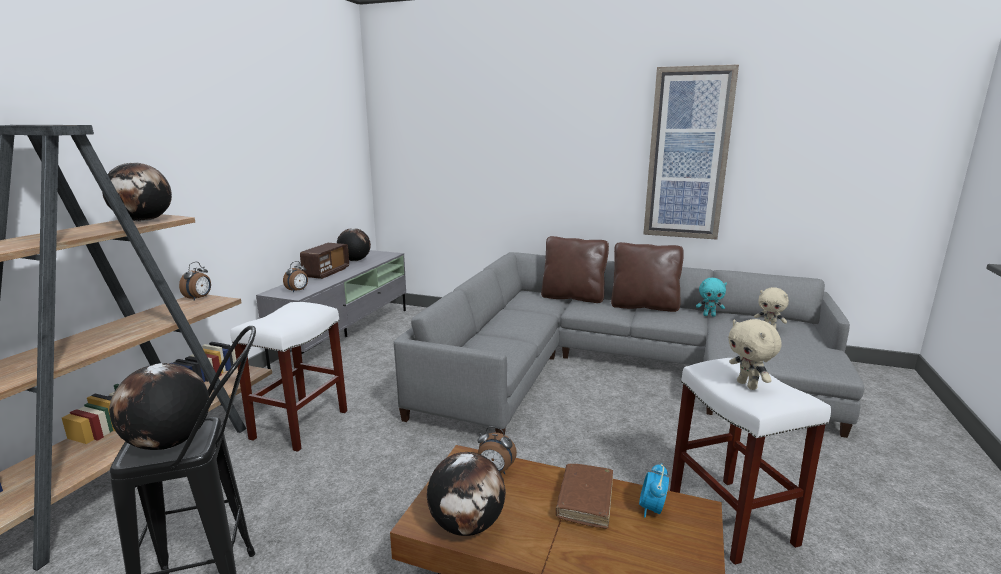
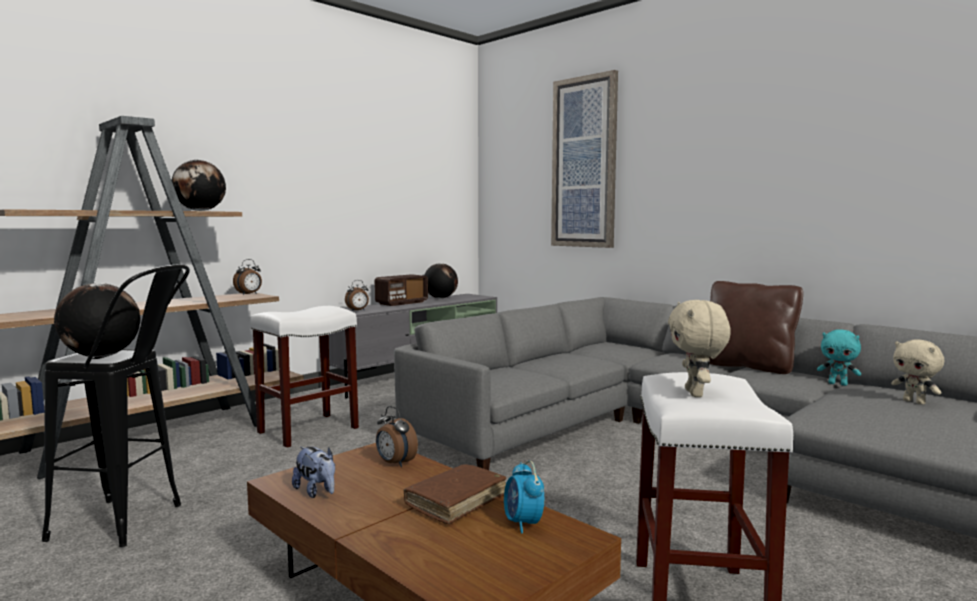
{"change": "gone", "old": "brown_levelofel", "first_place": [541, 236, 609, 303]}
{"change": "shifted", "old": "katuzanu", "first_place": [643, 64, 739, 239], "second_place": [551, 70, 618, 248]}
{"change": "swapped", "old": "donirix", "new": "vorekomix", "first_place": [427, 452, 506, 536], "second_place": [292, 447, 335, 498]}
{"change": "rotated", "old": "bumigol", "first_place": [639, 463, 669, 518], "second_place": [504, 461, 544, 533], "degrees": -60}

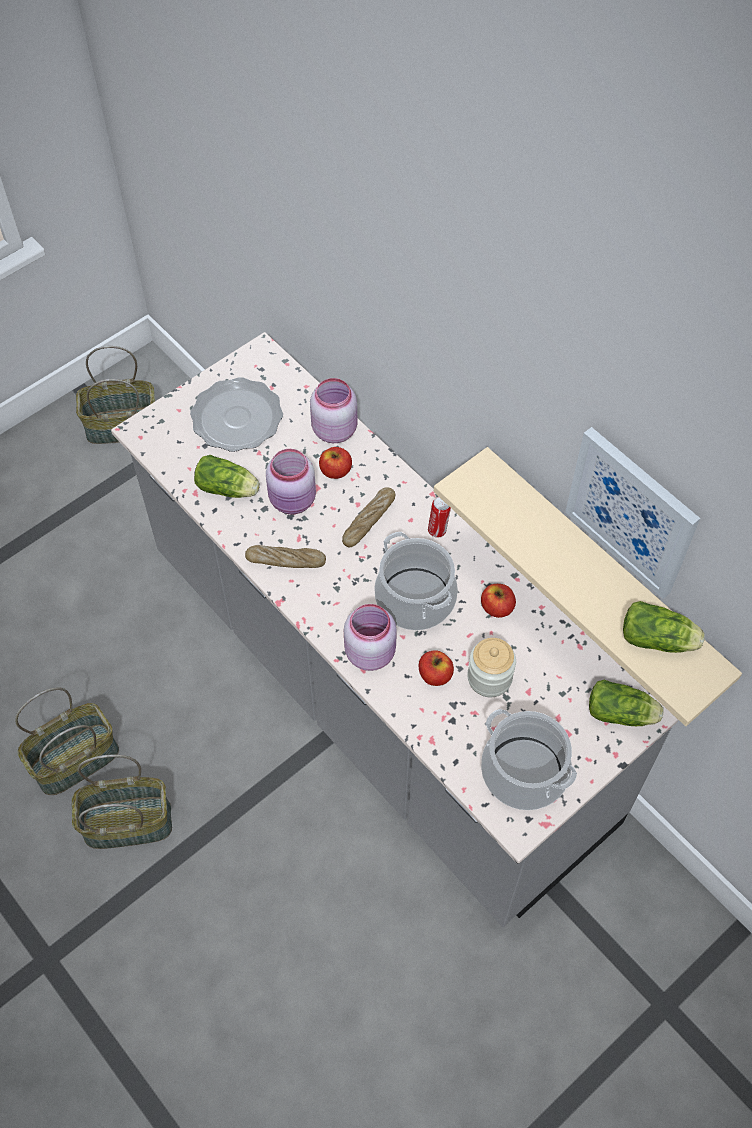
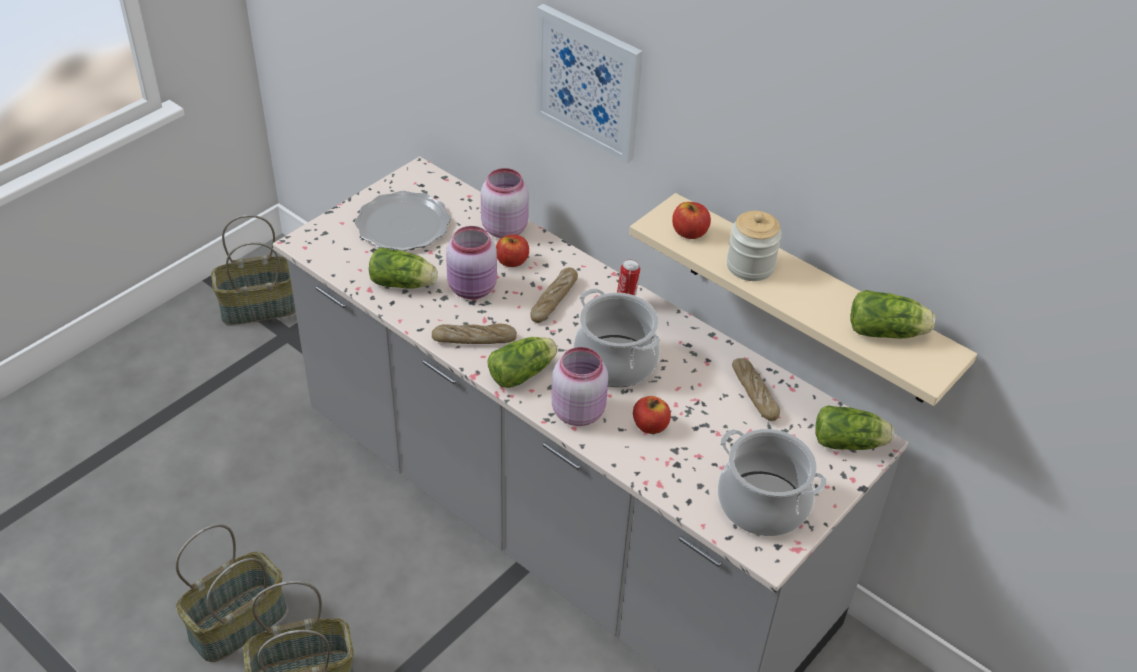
{"change": "new", "new": "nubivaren", "second_place": [487, 337, 558, 388]}
{"change": "new", "new": "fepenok", "second_place": [732, 358, 780, 421]}
{"change": "shifted", "old": "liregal", "first_place": [467, 638, 516, 697], "second_place": [727, 211, 782, 281]}
{"change": "shifted", "old": "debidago", "first_place": [481, 584, 516, 618], "second_place": [672, 202, 711, 239]}
{"change": "shifted", "old": "katuzanu", "first_place": [565, 427, 700, 599], "second_place": [535, 4, 643, 164]}

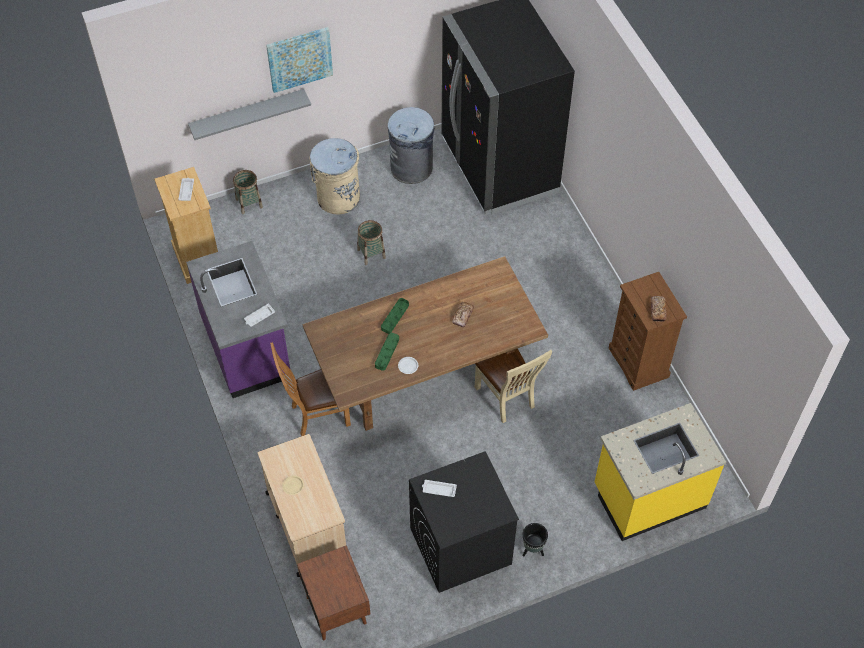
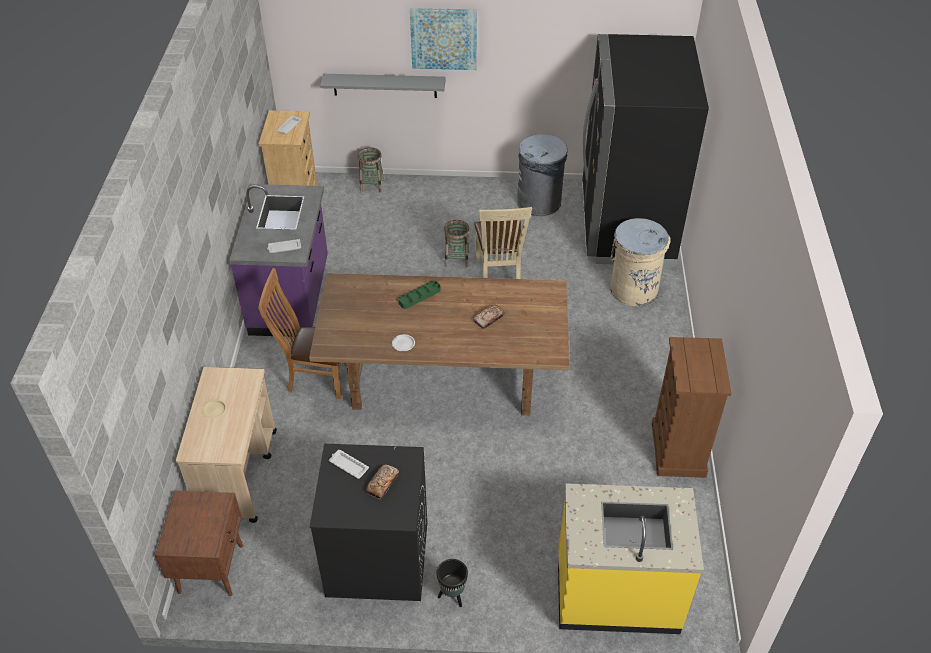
{"change": "gone", "old": "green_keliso", "first_place": [375, 333, 399, 371]}
{"change": "shifted", "old": "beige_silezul", "first_place": [310, 138, 360, 214], "second_place": [610, 218, 671, 306]}
{"change": "shifted", "old": "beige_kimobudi", "first_place": [475, 348, 553, 423], "second_place": [474, 207, 532, 279]}
{"change": "shifted", "old": "fepenok", "first_place": [651, 296, 667, 322], "second_place": [366, 464, 399, 500]}

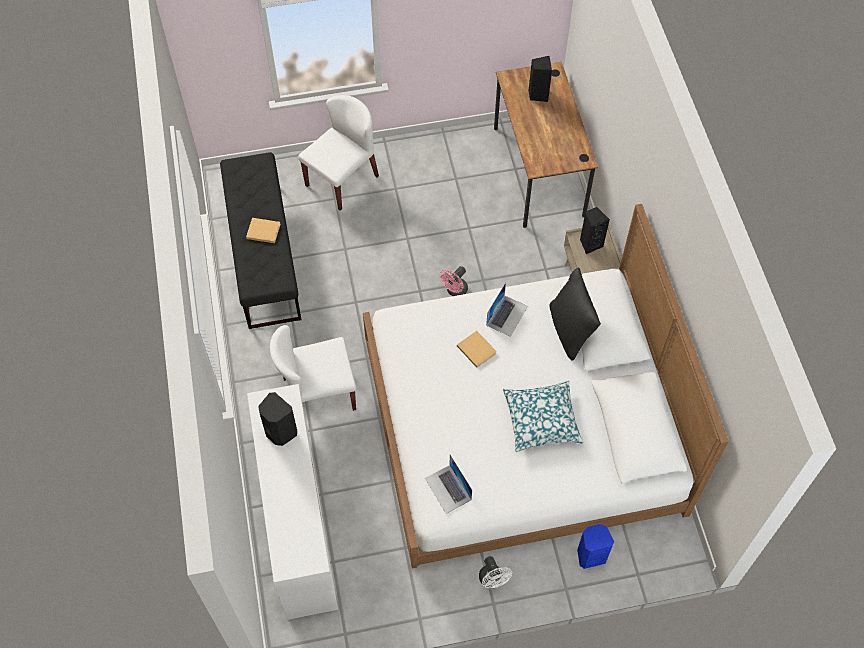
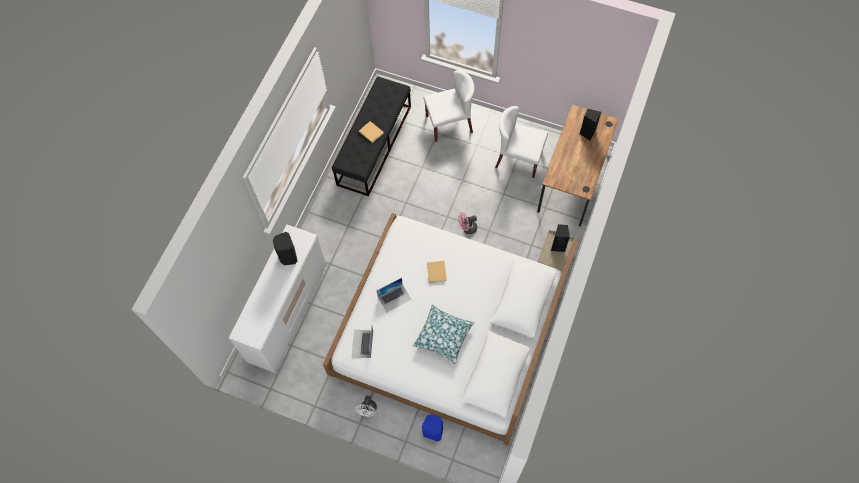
{"change": "gone", "old": "black_levelofel", "first_place": [549, 268, 601, 360]}
{"change": "shifted", "old": "white_kimobudi", "first_place": [270, 325, 356, 411], "second_place": [495, 106, 548, 178]}
{"change": "shifted", "old": "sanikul", "first_place": [486, 282, 528, 337], "second_place": [376, 278, 411, 313]}

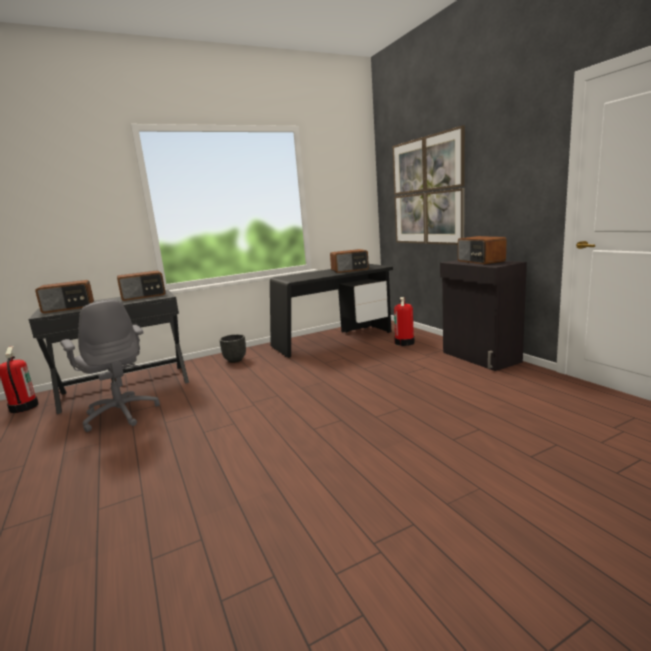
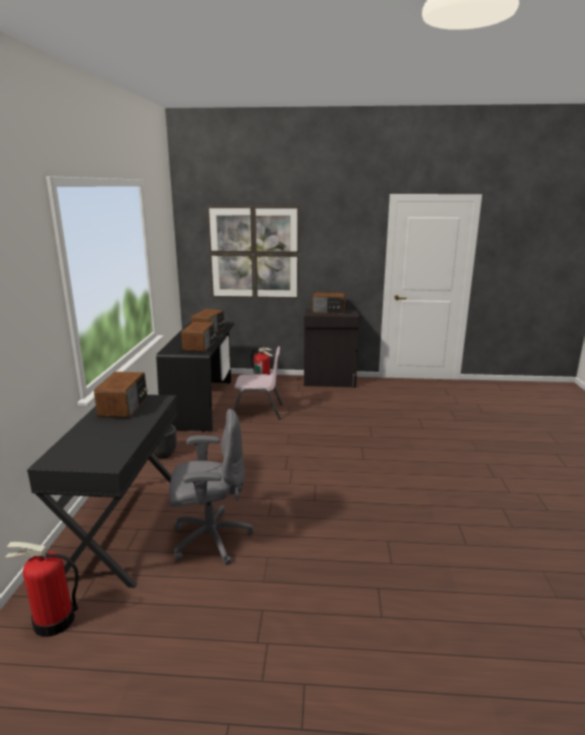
{"change": "new", "new": "pink_kimobudi", "second_place": [234, 346, 282, 420]}
{"change": "shifted", "old": "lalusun", "first_place": [35, 280, 94, 313], "second_place": [181, 322, 216, 352]}

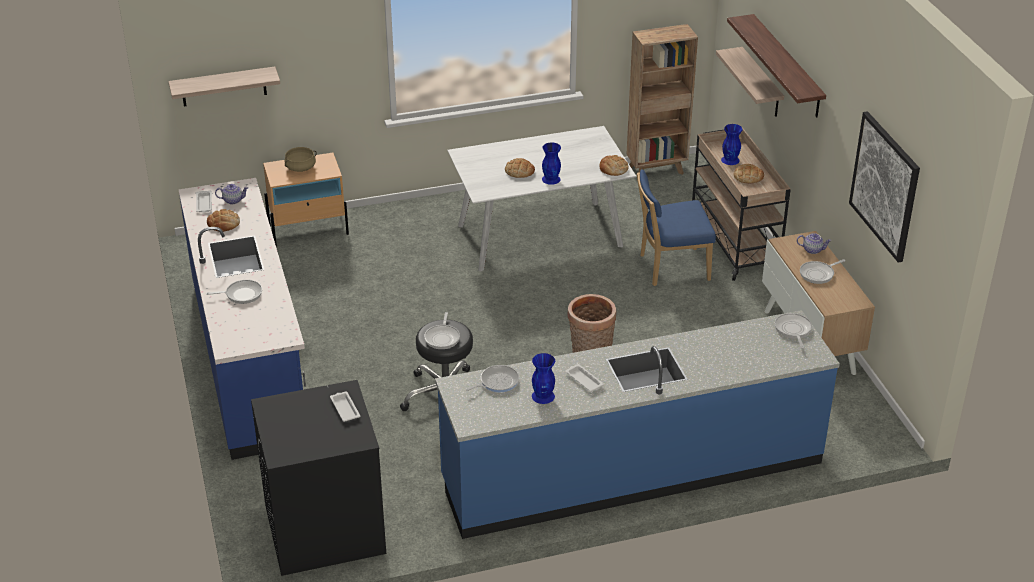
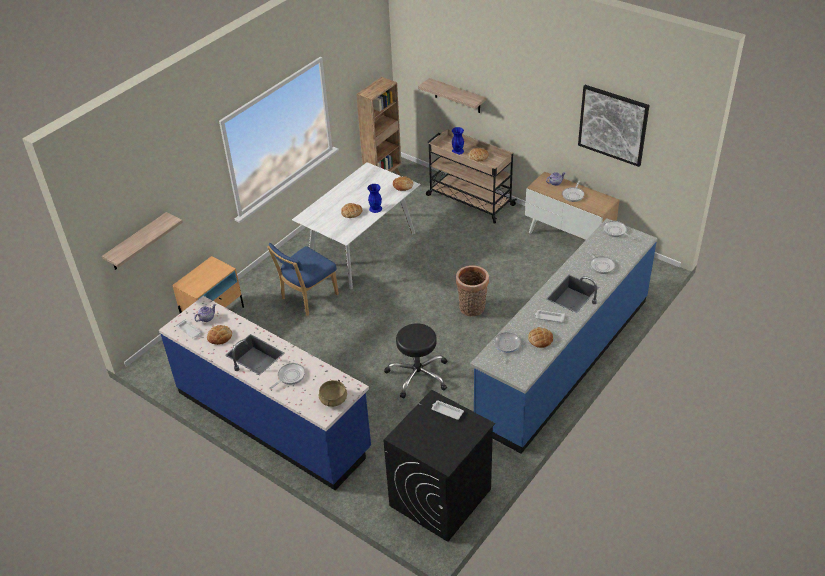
{"change": "gone", "old": "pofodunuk", "first_place": [727, 14, 826, 117]}
{"change": "shifted", "old": "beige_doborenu", "first_place": [285, 147, 317, 172], "second_place": [319, 380, 347, 407]}
{"change": "shifted", "old": "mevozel", "first_place": [424, 312, 460, 349], "second_place": [586, 250, 615, 274]}
{"change": "shifted", "old": "blue_kimobudi", "first_place": [637, 169, 716, 286], "second_place": [267, 243, 339, 316]}
{"change": "swapped", "old": "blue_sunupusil", "new": "fepenok", "first_place": [532, 353, 555, 404], "second_place": [528, 327, 553, 348]}

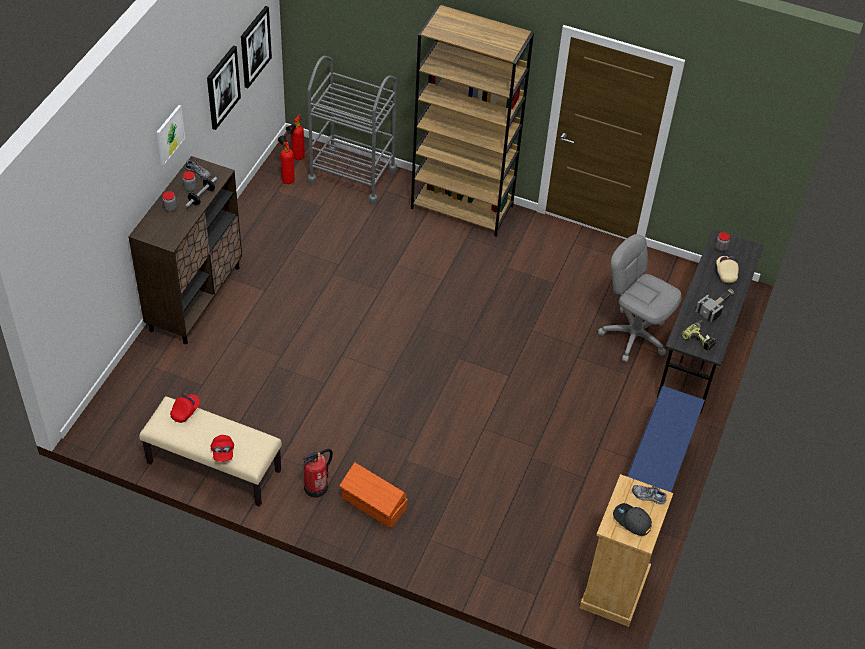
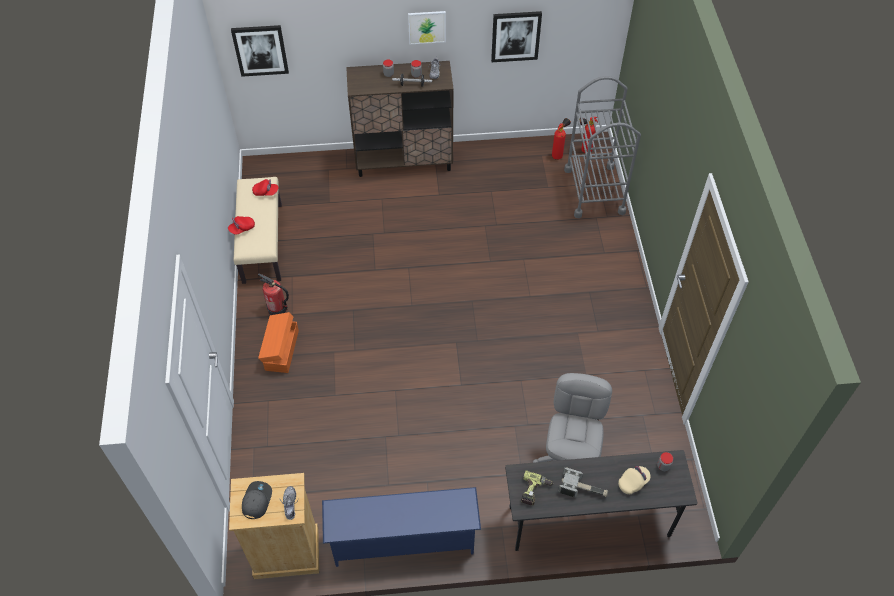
{"change": "gone", "old": "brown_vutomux", "first_place": [411, 5, 534, 237]}
{"change": "shifted", "old": "katuzanu", "first_place": [241, 6, 272, 88], "second_place": [231, 25, 289, 77]}

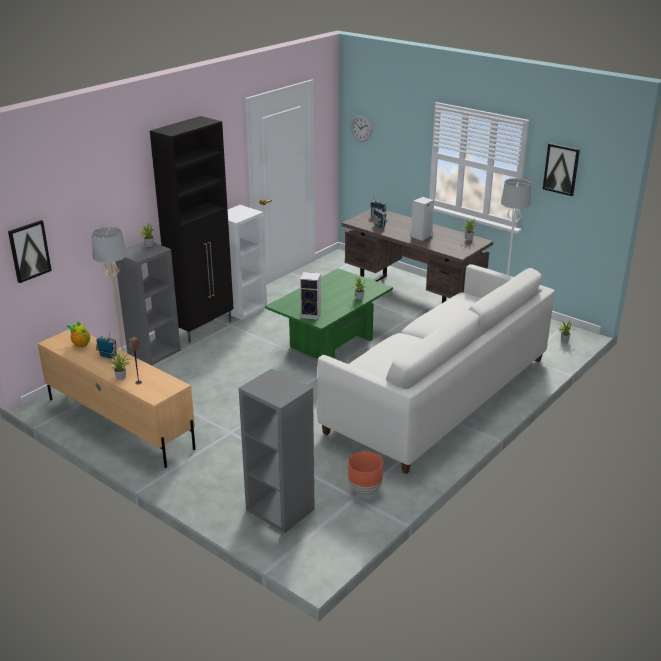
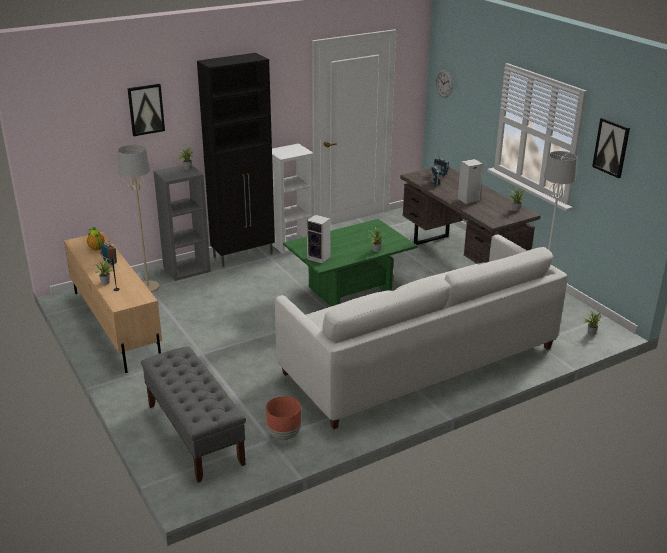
{"change": "shifted", "old": "katuzanu", "first_place": [8, 220, 52, 283], "second_place": [127, 84, 165, 136]}
{"change": "swapped", "old": "grey_vutomux", "new": "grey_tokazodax", "first_place": [239, 369, 314, 533], "second_place": [141, 346, 246, 483]}

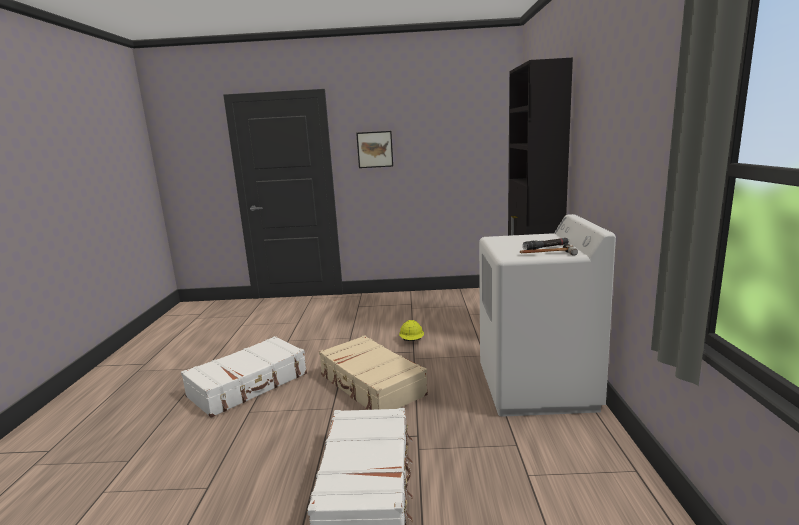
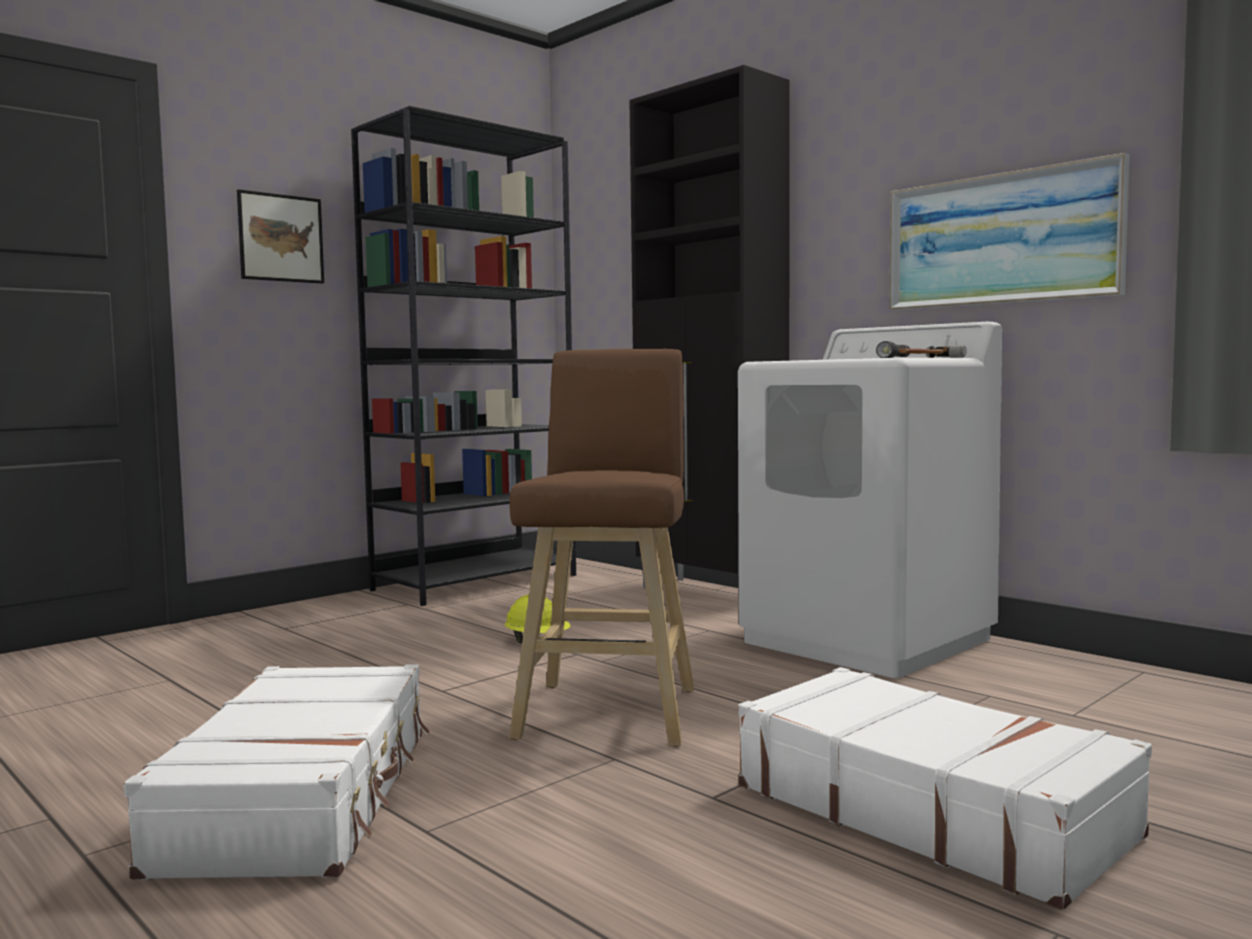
{"change": "new", "new": "black_vutomux", "second_place": [351, 106, 576, 606]}
{"change": "new", "new": "katuzanu", "second_place": [889, 153, 1130, 311]}
{"change": "swapped", "old": "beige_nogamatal", "new": "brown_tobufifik", "first_place": [319, 335, 428, 410], "second_place": [509, 349, 694, 747]}

